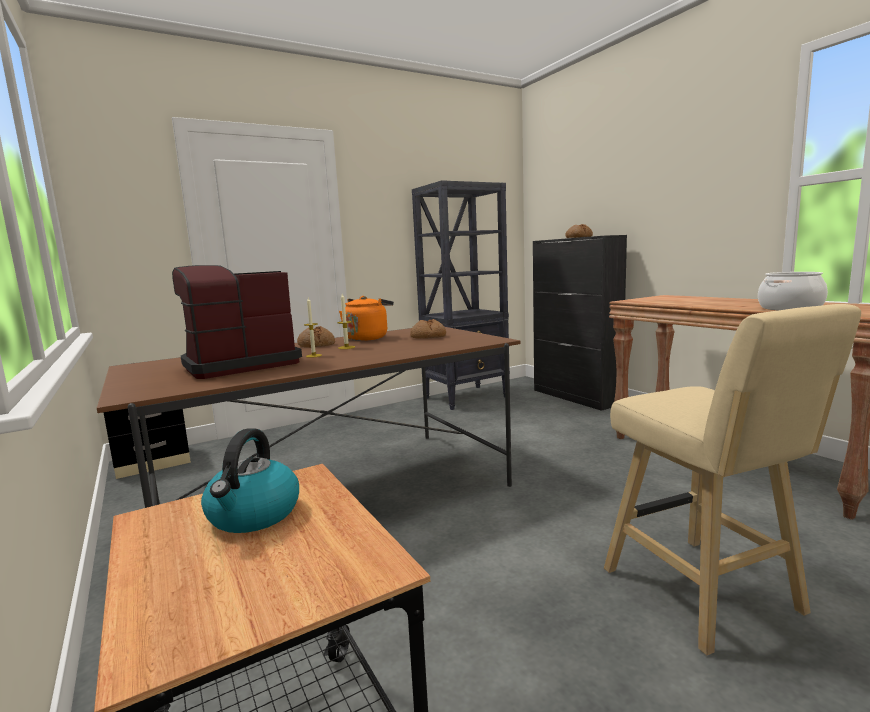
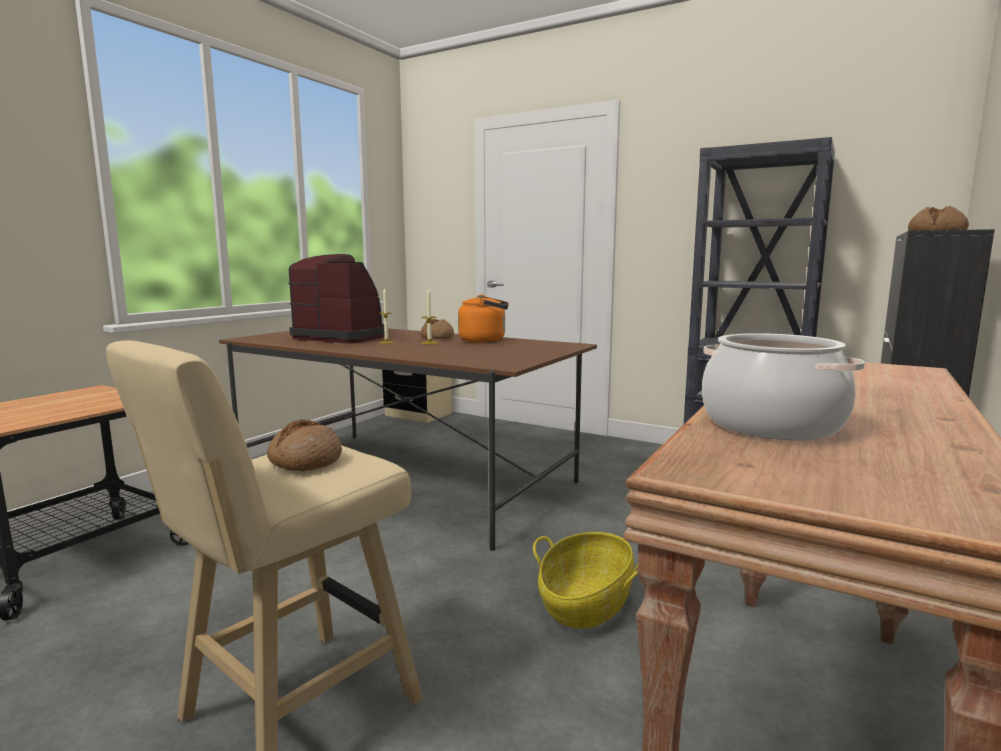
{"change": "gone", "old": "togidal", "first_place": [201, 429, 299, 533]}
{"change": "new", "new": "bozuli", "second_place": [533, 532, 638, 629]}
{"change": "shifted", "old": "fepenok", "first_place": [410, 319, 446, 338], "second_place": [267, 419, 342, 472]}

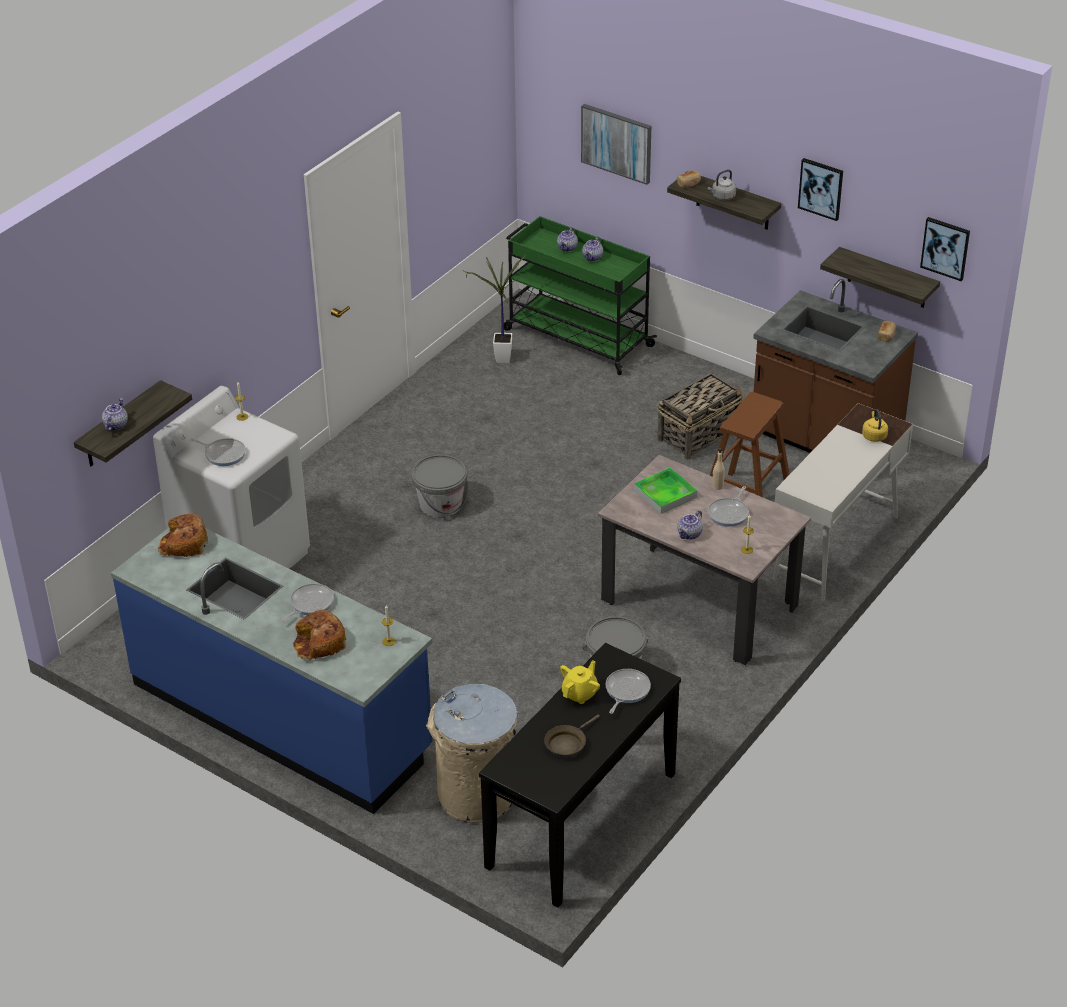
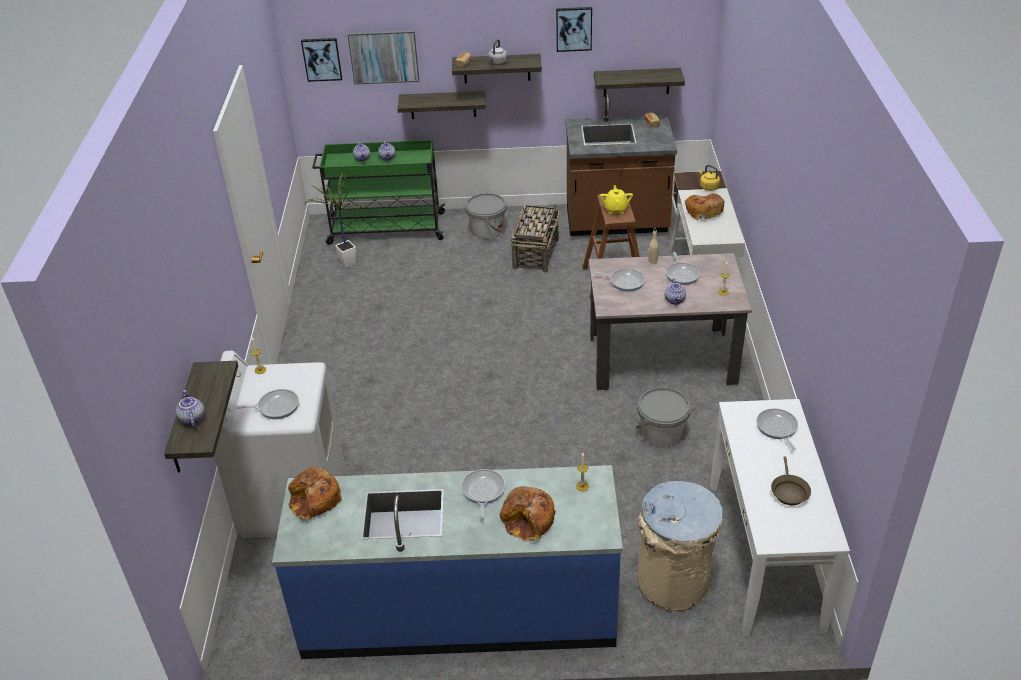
{"change": "new", "new": "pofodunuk", "second_place": [397, 91, 485, 119]}
{"change": "new", "new": "fepenok", "second_place": [685, 193, 725, 220]}
{"change": "shifted", "old": "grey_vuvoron", "first_place": [412, 455, 468, 518], "second_place": [465, 193, 507, 239]}
{"change": "shifted", "old": "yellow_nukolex", "first_place": [560, 660, 600, 704], "second_place": [600, 185, 633, 214]}
{"change": "shifted", "old": "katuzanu", "first_place": [920, 217, 970, 281], "second_place": [301, 38, 342, 82]}
{"change": "swapped", "old": "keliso", "new": "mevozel", "first_place": [634, 468, 697, 514], "second_place": [594, 269, 645, 292]}
{"change": "repainted", "old": "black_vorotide", "new": "white_vorotide", "first_place": [479, 643, 681, 908], "second_place": [710, 399, 850, 637]}

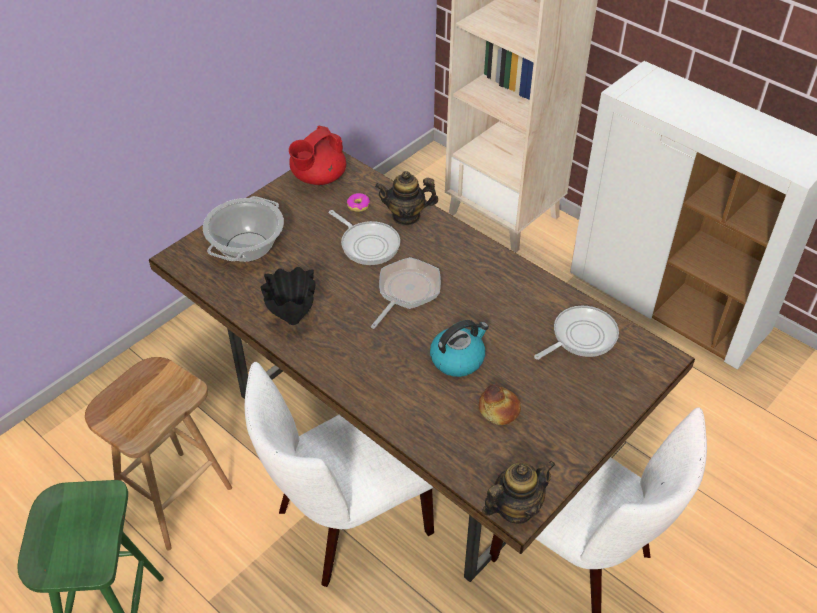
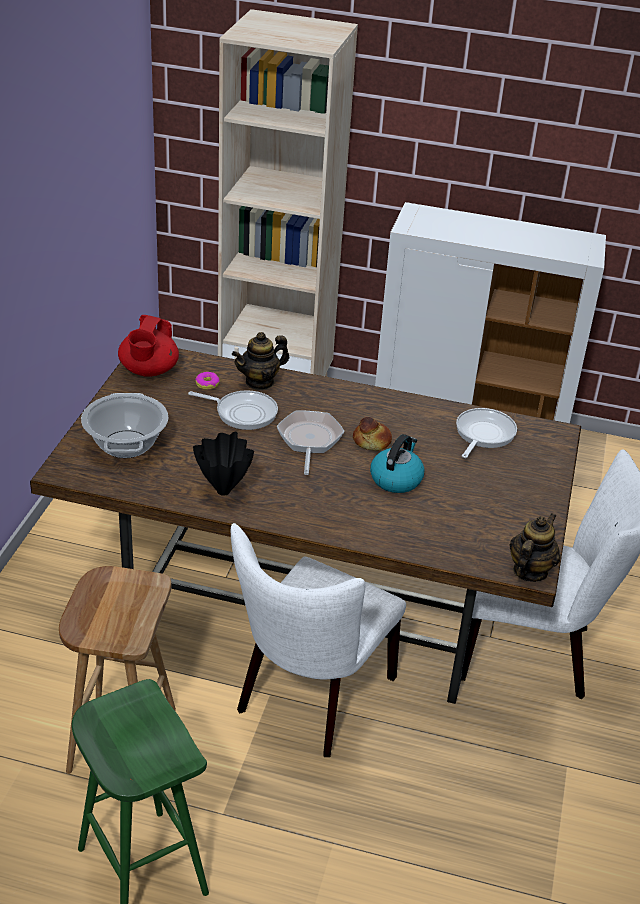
{"change": "shifted", "old": "fepenok", "first_place": [479, 384, 521, 425], "second_place": [353, 417, 392, 451]}

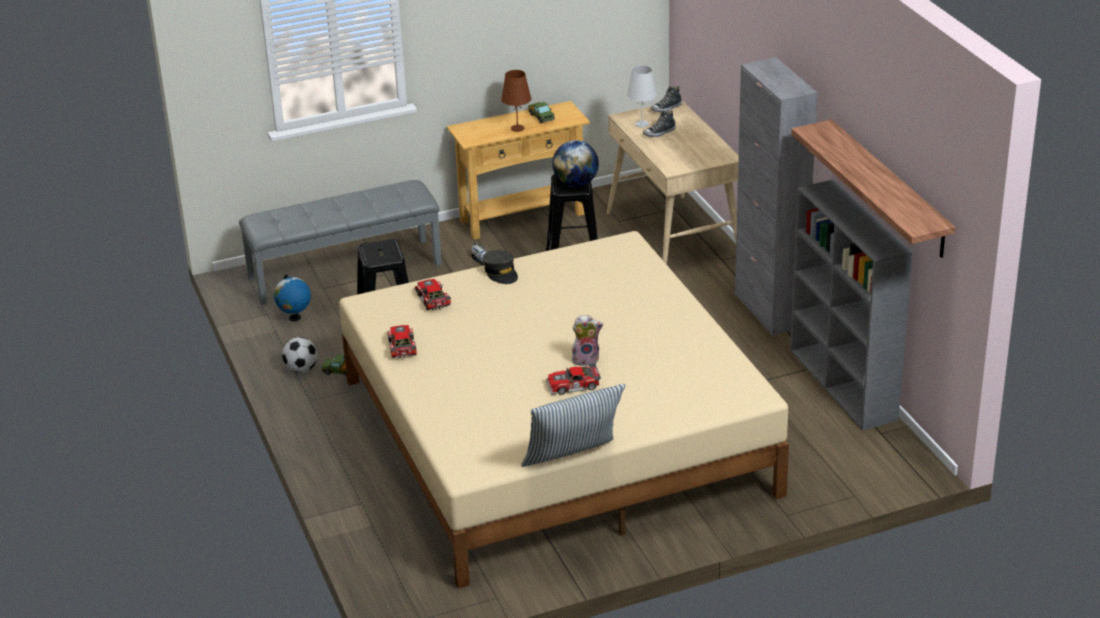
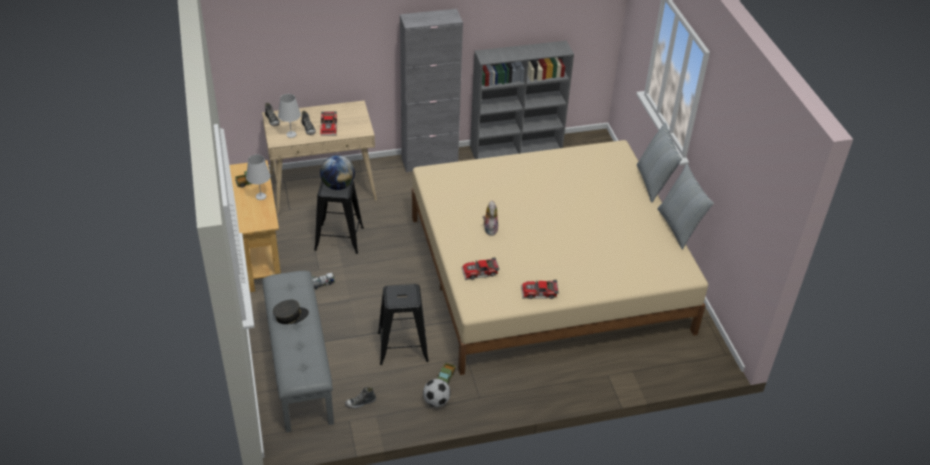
{"change": "gone", "old": "pofodunuk", "first_place": [791, 120, 955, 258]}
{"change": "new", "new": "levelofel", "second_place": [637, 122, 682, 203]}
{"change": "shifted", "old": "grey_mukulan", "first_place": [483, 250, 518, 284], "second_place": [273, 300, 309, 324]}
{"change": "shifted", "old": "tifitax", "first_place": [546, 364, 601, 395], "second_place": [320, 111, 337, 136]}
{"change": "shifted", "old": "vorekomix", "first_place": [572, 315, 603, 366], "second_place": [483, 201, 498, 236]}
{"change": "swapped", "old": "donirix", "new": "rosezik", "first_place": [274, 274, 311, 321], "second_place": [345, 387, 376, 409]}
{"change": "repainted", "old": "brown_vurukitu", "new": "white_vurukitu", "first_place": [501, 70, 531, 132], "second_place": [246, 154, 271, 200]}

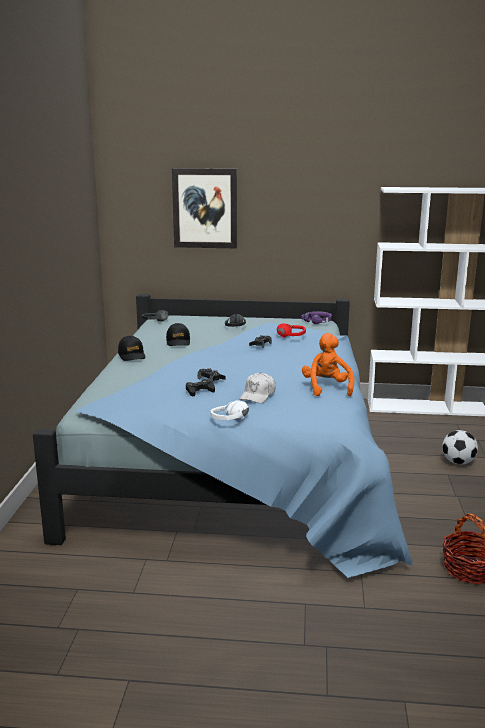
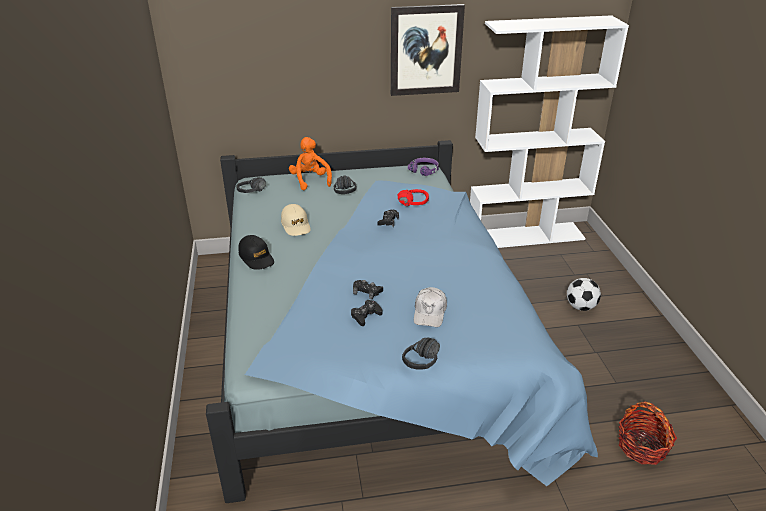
{"change": "shifted", "old": "katuzanu", "first_place": [172, 168, 237, 248], "second_place": [391, 4, 465, 96]}
{"change": "shifted", "old": "orange_vorekomix", "first_place": [302, 333, 354, 396], "second_place": [289, 137, 332, 190]}
{"change": "repainted", "old": "black_mukulan", "new": "beige_mukulan", "first_place": [166, 323, 190, 346], "second_place": [281, 204, 311, 236]}
{"change": "repainted", "old": "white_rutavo", "new": "black_rutavo", "first_place": [210, 400, 249, 420], "second_place": [402, 337, 440, 370]}

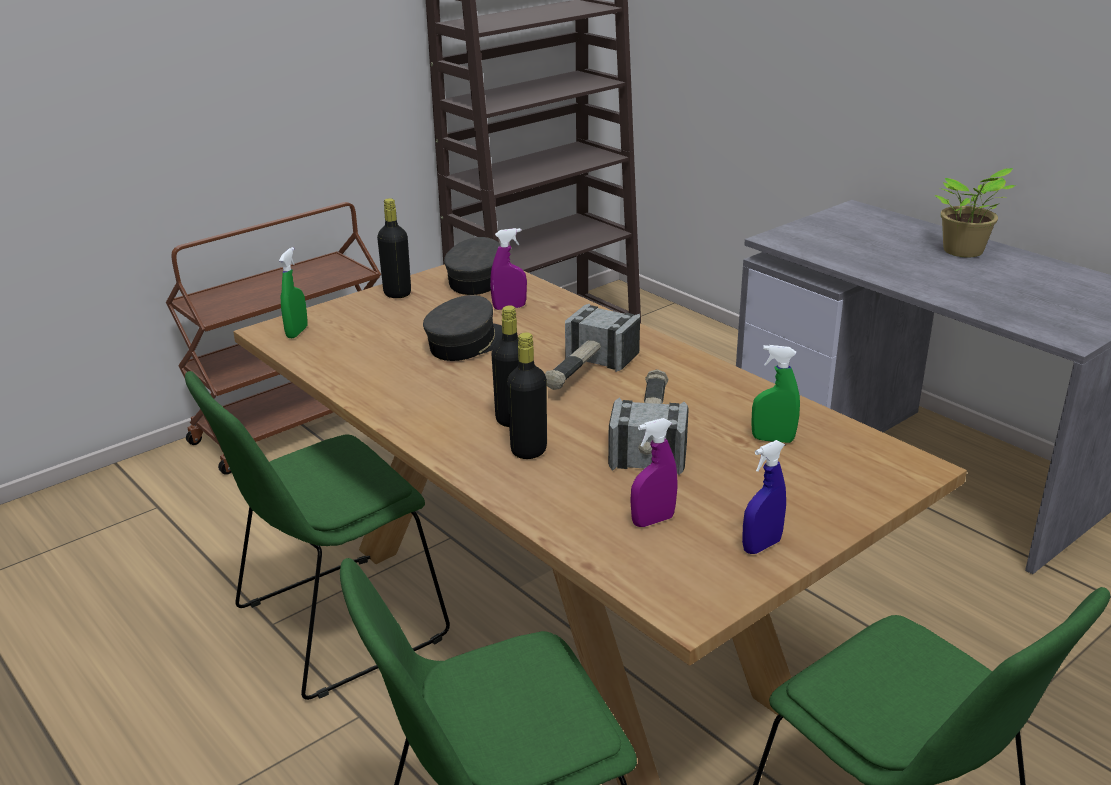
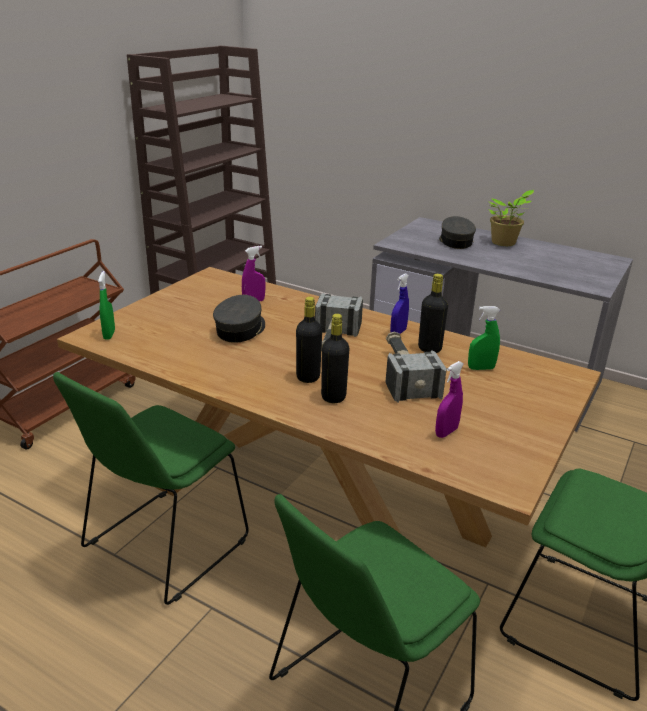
{"change": "shifted", "old": "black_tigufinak", "first_place": [377, 198, 411, 298], "second_place": [418, 274, 448, 353]}
{"change": "shifted", "old": "grey_mukulan", "first_place": [444, 237, 501, 295], "second_place": [439, 216, 476, 249]}
{"change": "shifted", "old": "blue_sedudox", "first_place": [742, 440, 786, 554], "second_place": [390, 273, 409, 334]}

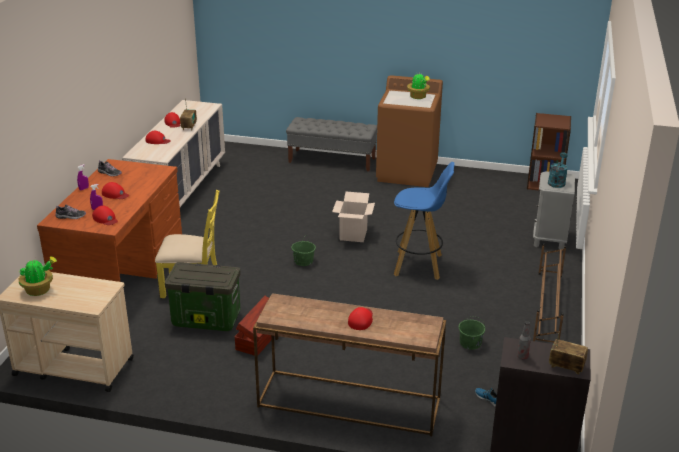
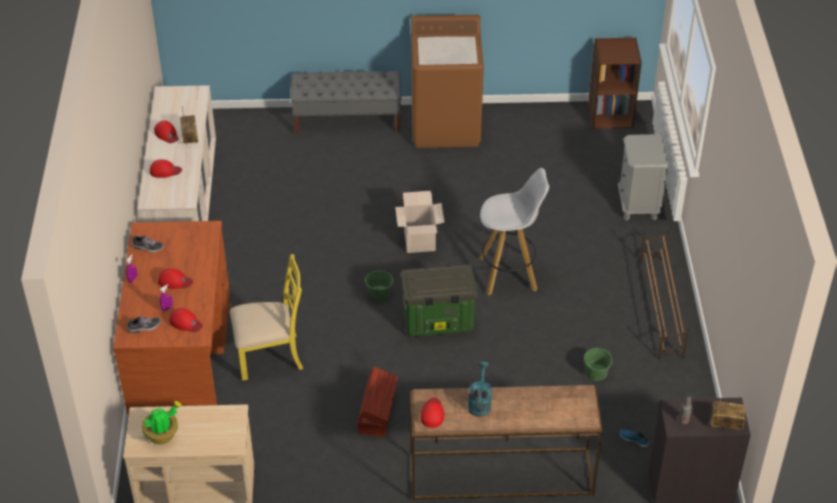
{"change": "gone", "old": "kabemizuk", "first_place": [407, 73, 430, 99]}
{"change": "shifted", "old": "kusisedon", "first_place": [165, 262, 241, 331], "second_place": [401, 264, 477, 337]}
{"change": "shifted", "old": "red_mukulan", "first_place": [348, 307, 373, 330], "second_place": [421, 398, 444, 428]}
{"change": "shifted", "old": "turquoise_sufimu", "first_place": [548, 153, 568, 188], "second_place": [468, 361, 492, 417]}
{"change": "repainted", "old": "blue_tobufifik", "new": "white_tobufifik", "first_place": [394, 162, 455, 280], "second_place": [479, 168, 549, 295]}

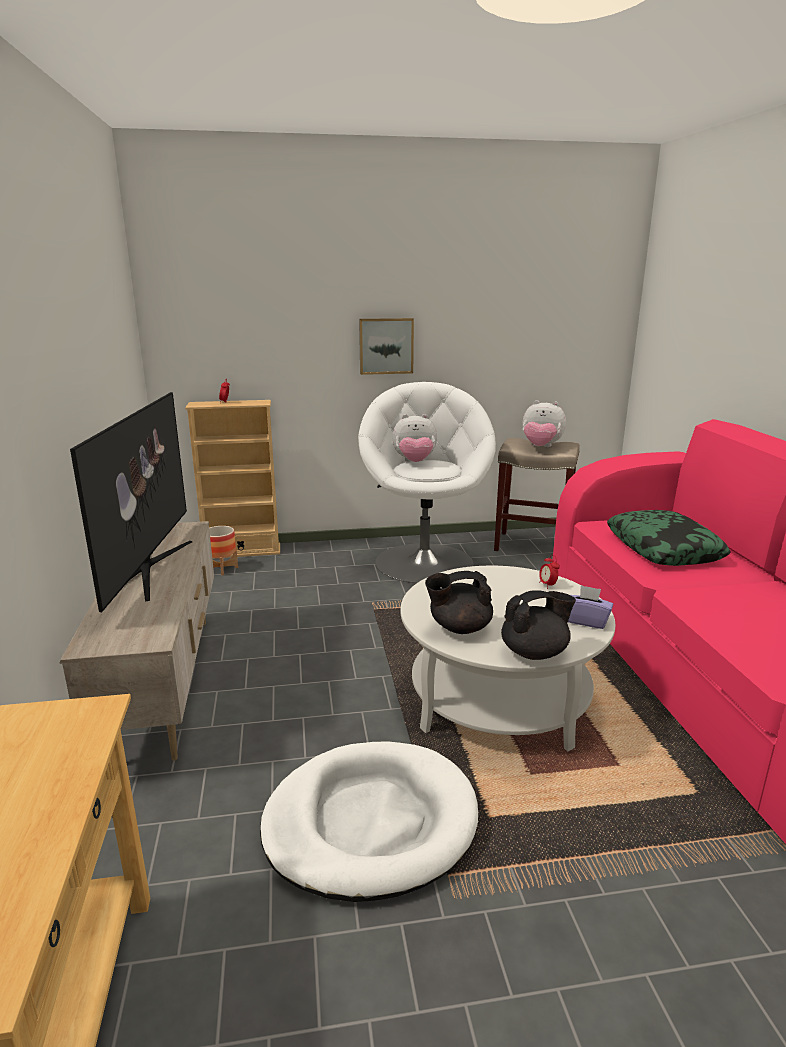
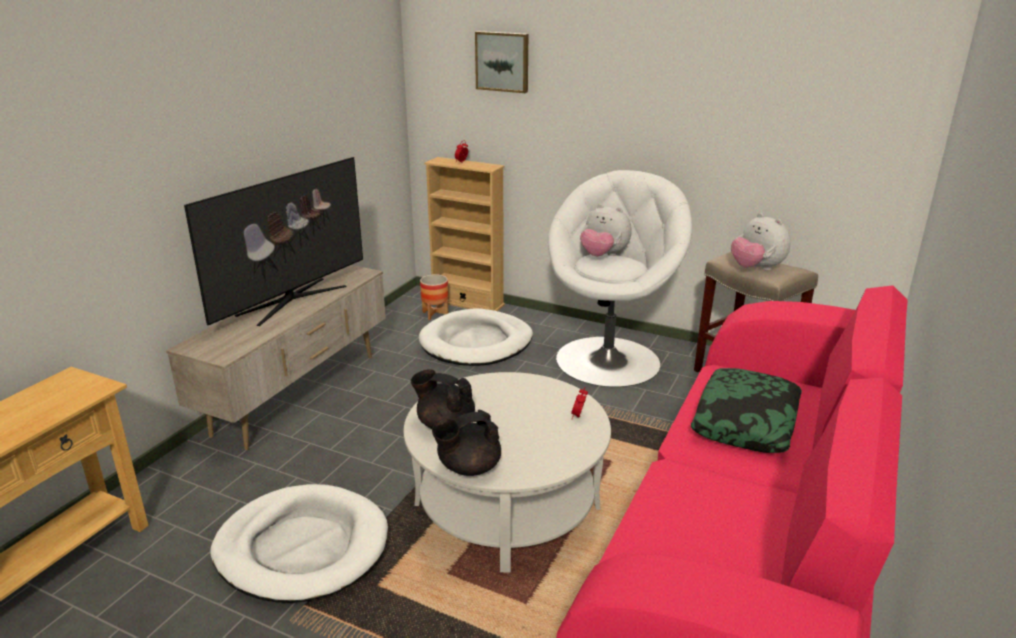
{"change": "gone", "old": "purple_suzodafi", "first_place": [568, 585, 613, 629]}
{"change": "new", "new": "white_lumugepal", "second_place": [419, 308, 533, 366]}
{"change": "shifted", "old": "katuzanu", "first_place": [359, 318, 414, 375], "second_place": [475, 31, 528, 93]}
{"change": "rotated", "old": "black_nukolex", "first_place": [501, 590, 576, 660], "second_place": [432, 410, 501, 476], "degrees": 135}

